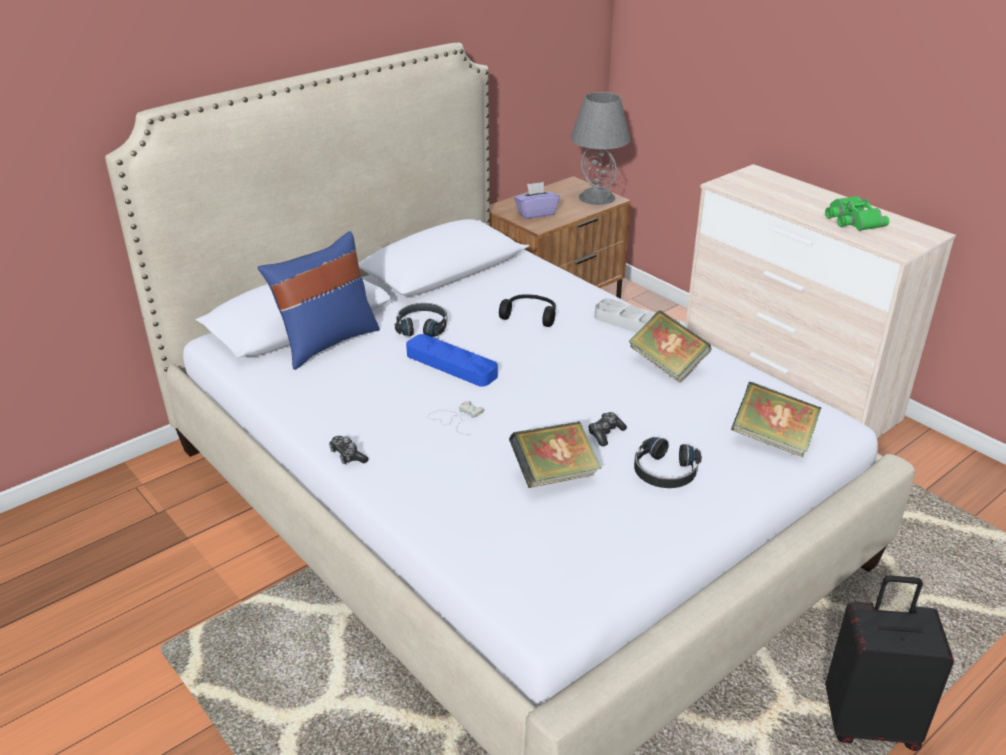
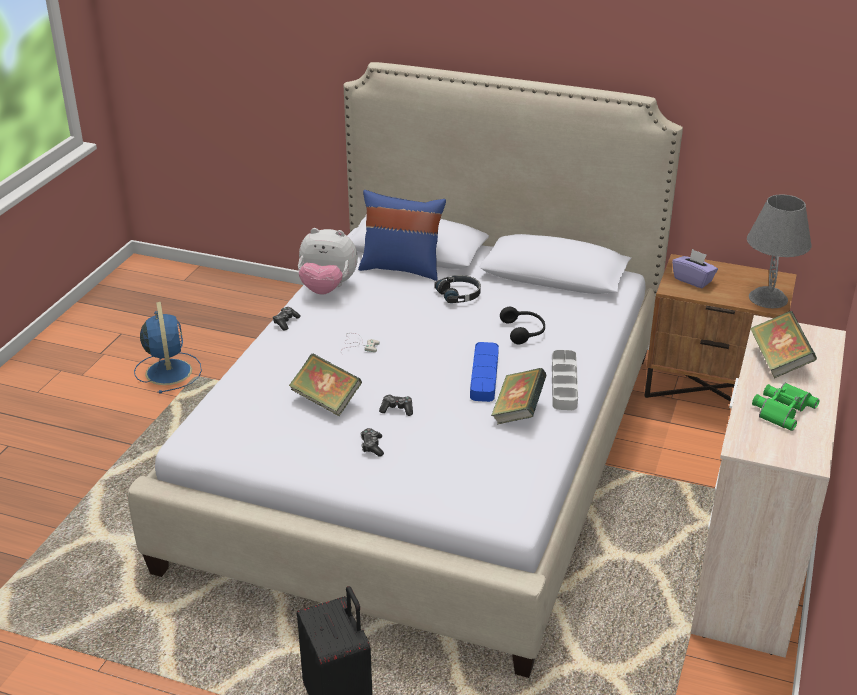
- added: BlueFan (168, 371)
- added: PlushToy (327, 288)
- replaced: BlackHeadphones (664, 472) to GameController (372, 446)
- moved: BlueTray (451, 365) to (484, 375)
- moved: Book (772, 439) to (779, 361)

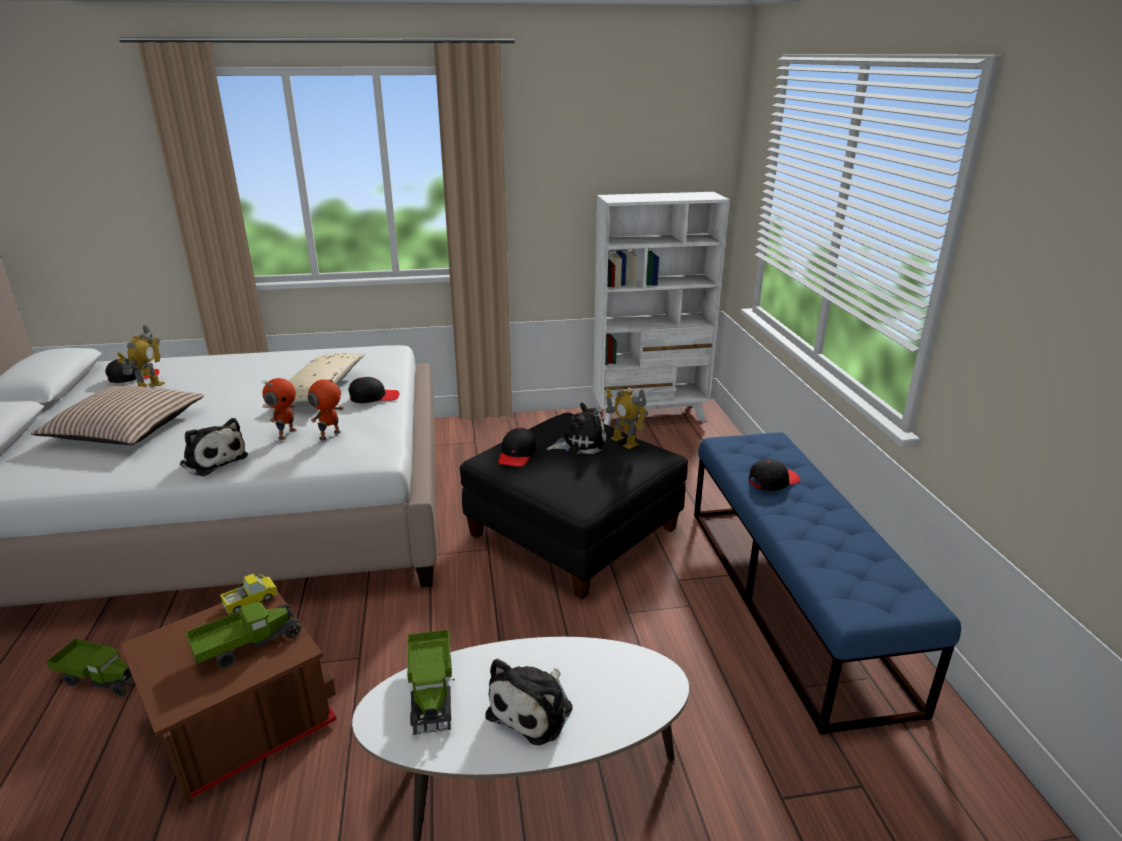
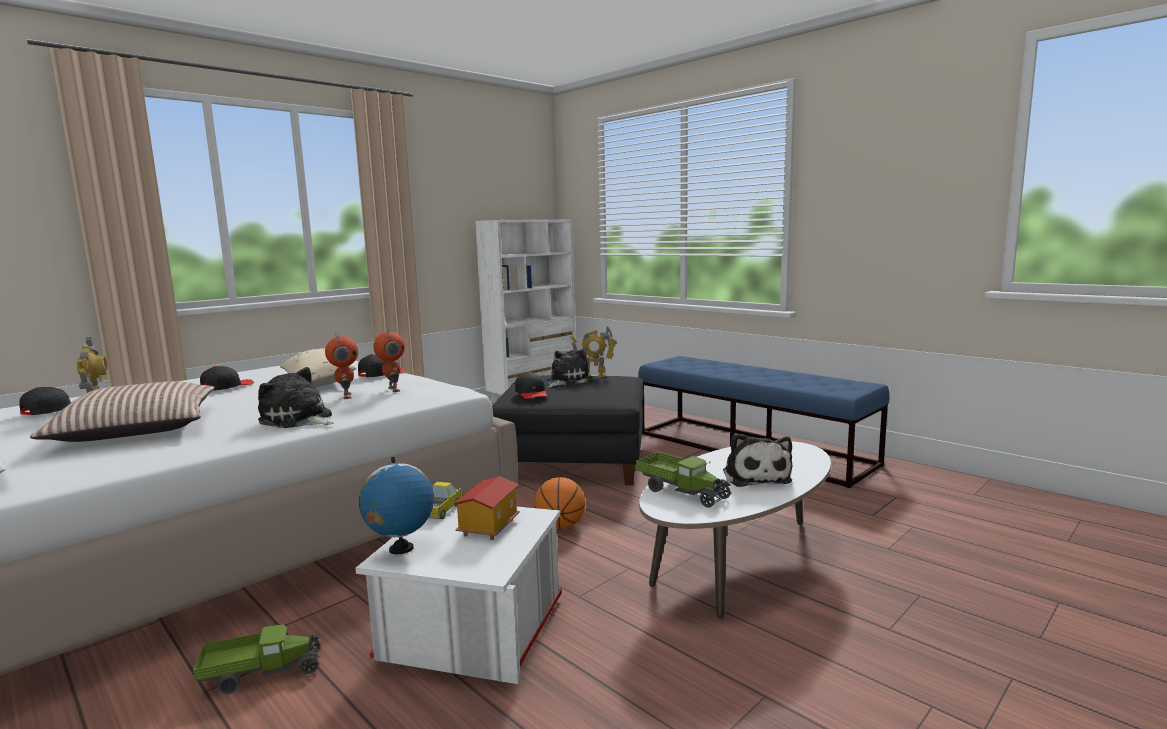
- moved: BlackCap (773, 481) to (227, 387)
- turned: PlushToy (213, 460) = (298, 420) 150 degrees counterclockwise
- recoloured: BrownStorageBox (240, 719) to WhiteStorageBox (470, 631)
- added: Globe (401, 549)
- turned: ToyRobot (330, 435) = (392, 389) 150 degrees clockwise
- replaced: ToyTruck (247, 645) to ToyHouse (488, 527)
- added: Basketball (560, 526)

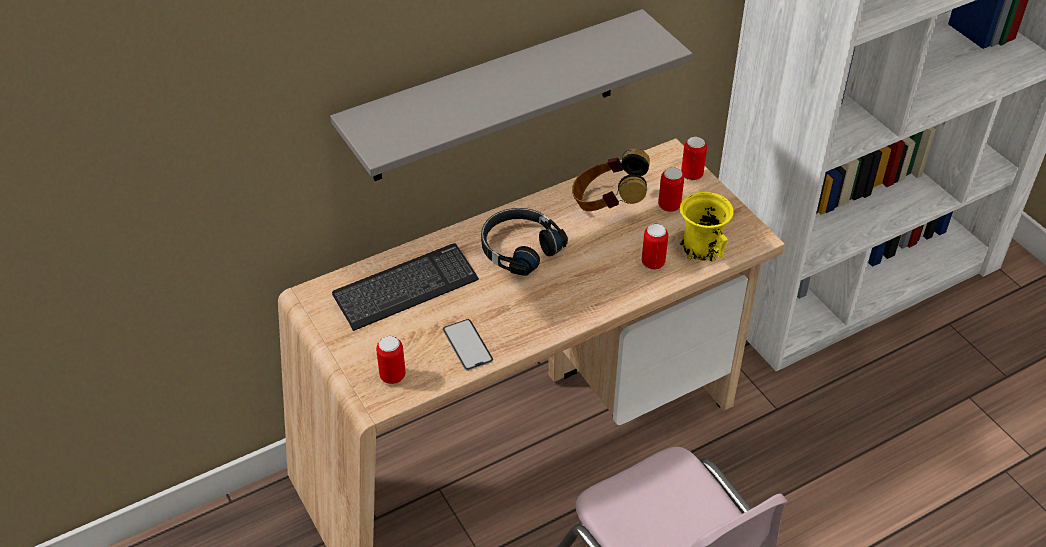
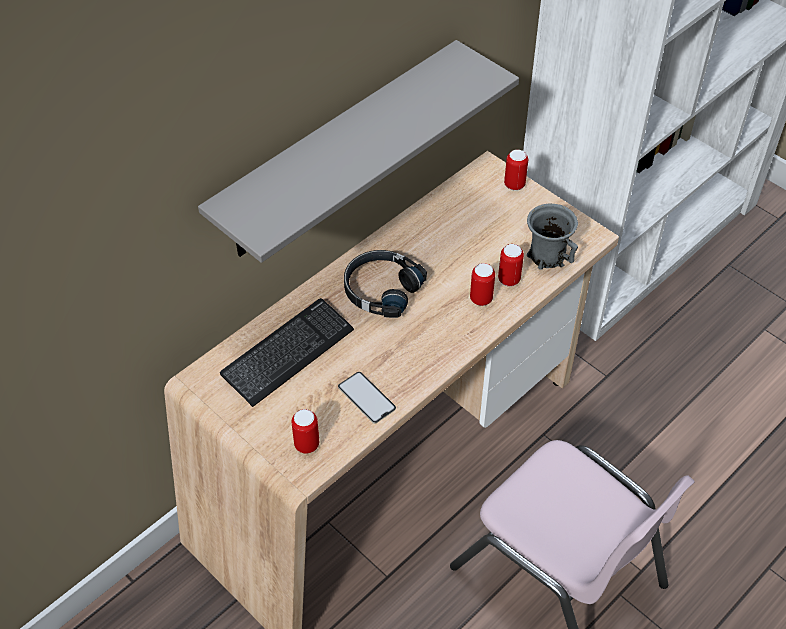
- moved: Can (669, 206) to (481, 299)
- recoloured: YellowMug (701, 248) to GreyMug (547, 255)
- removed: Headphones (608, 203)

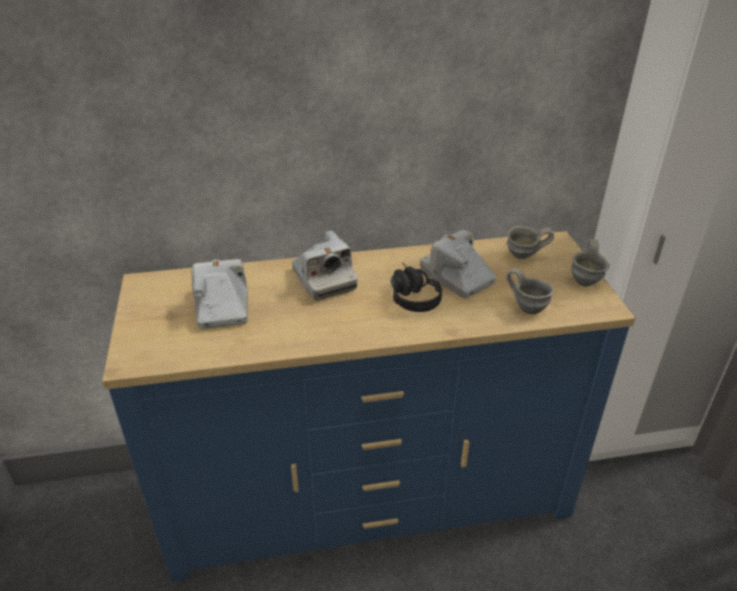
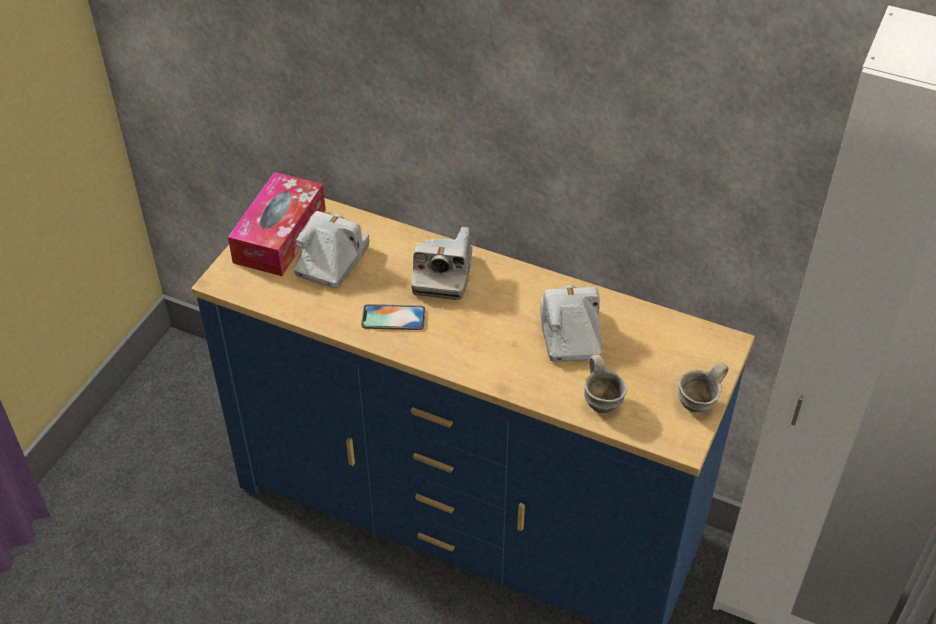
- added: TissueBox (280, 235)
- added: Phone (393, 318)
- removed: BlackHeadphones (410, 295)
- removed: GreyMug (524, 257)

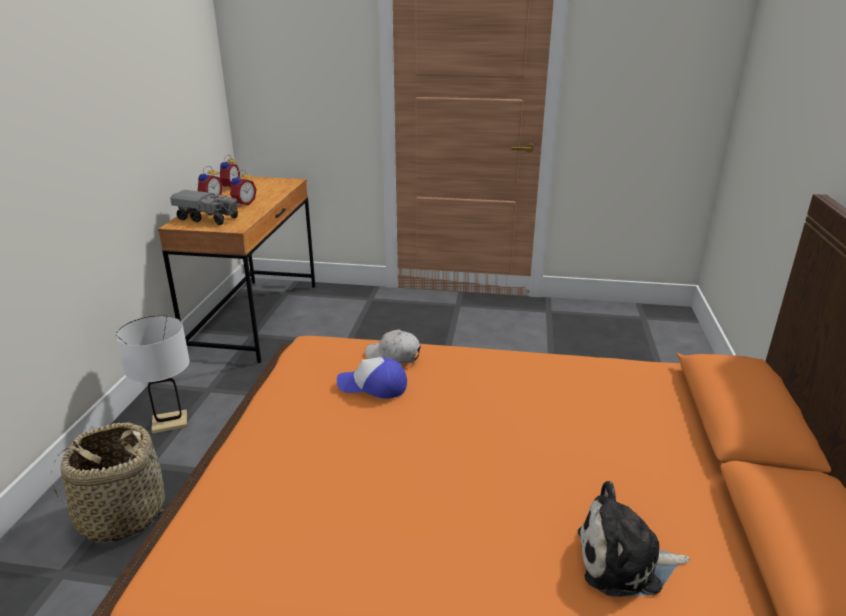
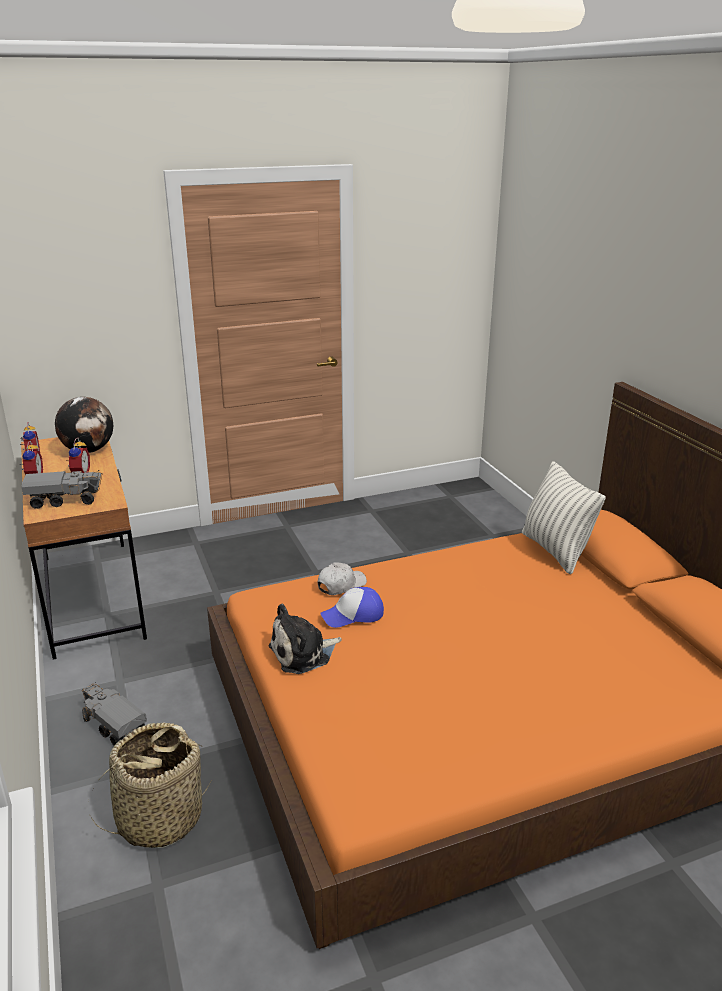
- added: Globe (89, 450)
- replaced: WhiteTableLamp (169, 422) to ToyTruck (113, 725)
- moved: PlushToy (624, 562) to (303, 653)
- turned: WhiteCap (393, 355) = (341, 585) 150 degrees clockwise
- added: Pillow (555, 551)

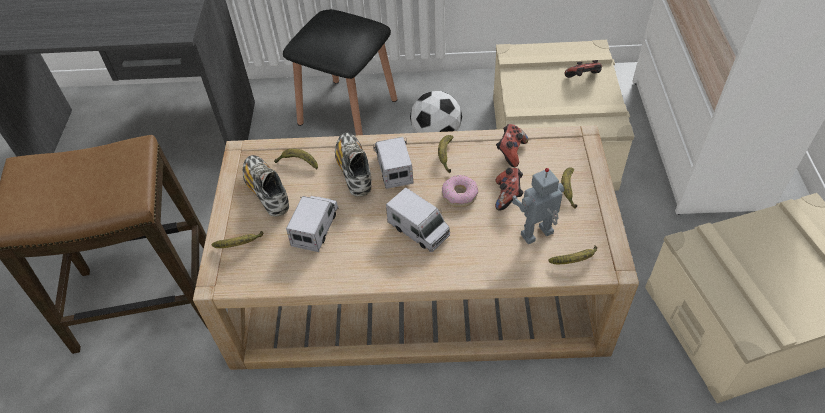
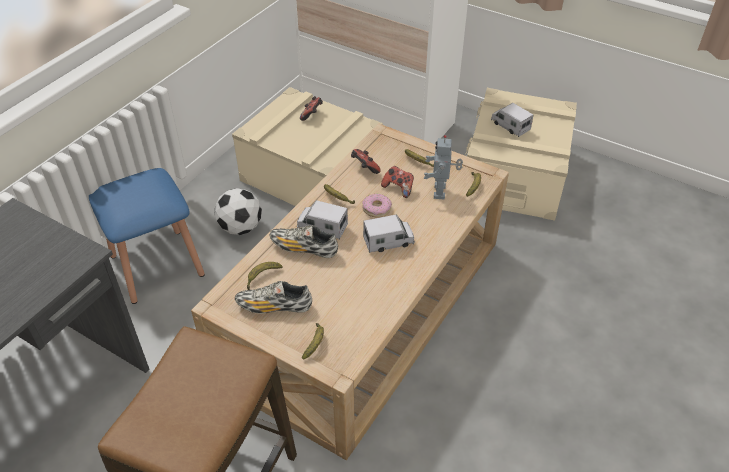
- recoloured: BlackStool (348, 111) to BlueStool (157, 265)
- moved: ToyTruck (316, 228) to (510, 126)

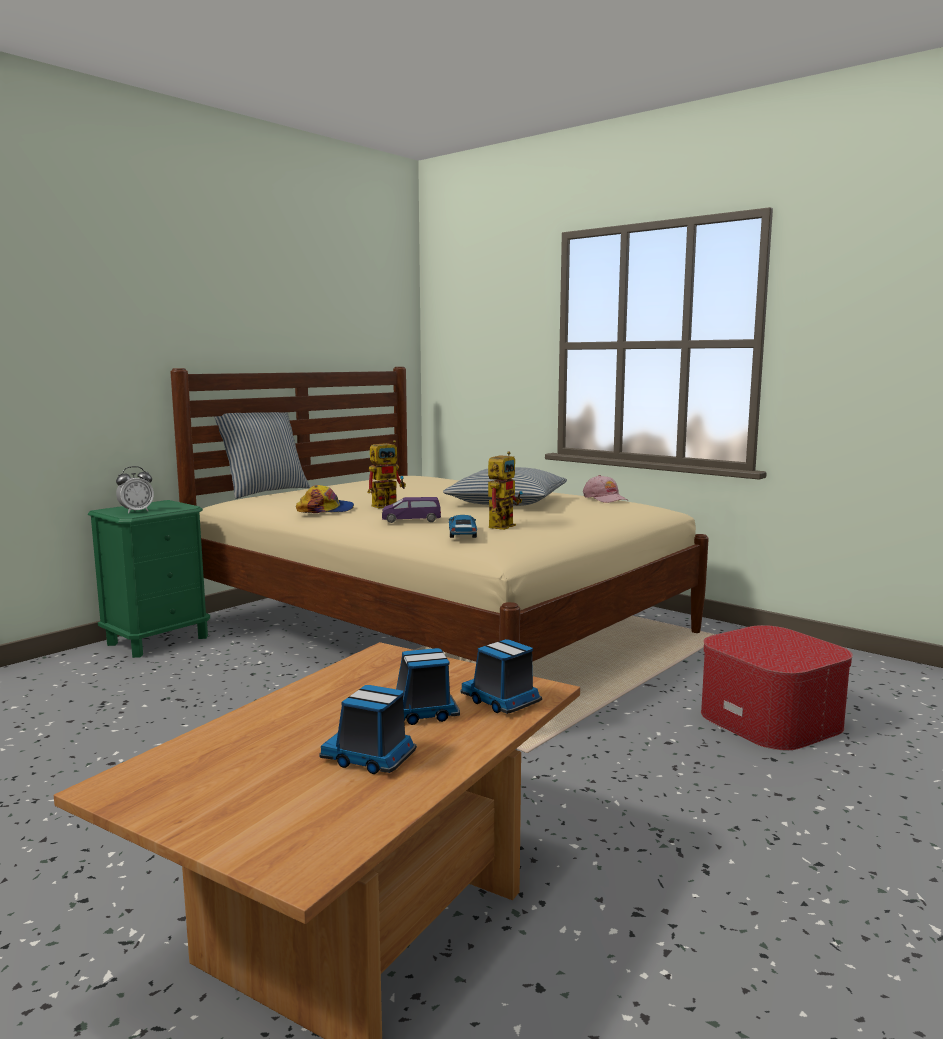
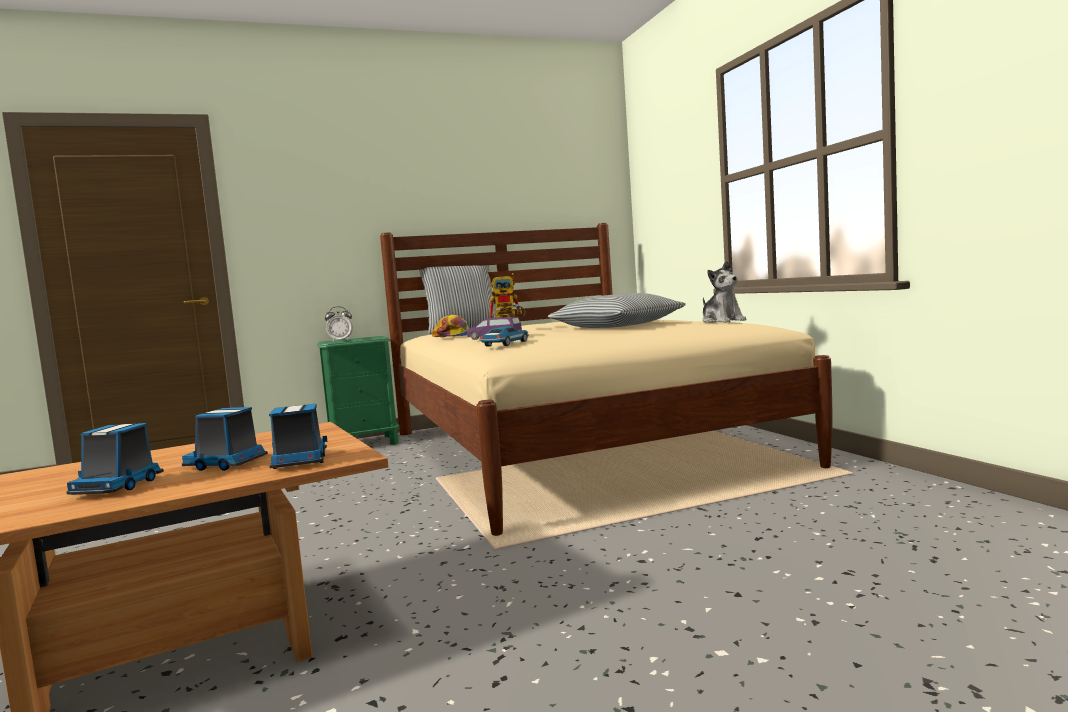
- turned: ToyTruck (370, 758) = (118, 486) 135 degrees counterclockwise
- replaced: PinkCap (605, 499) to PlushToy (722, 321)
- removed: ToyRobot (502, 525)
- removed: Ottoman (771, 719)

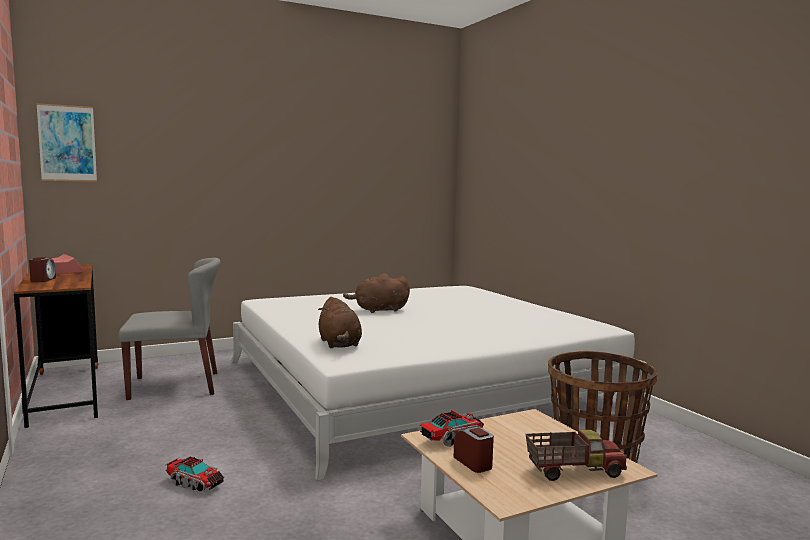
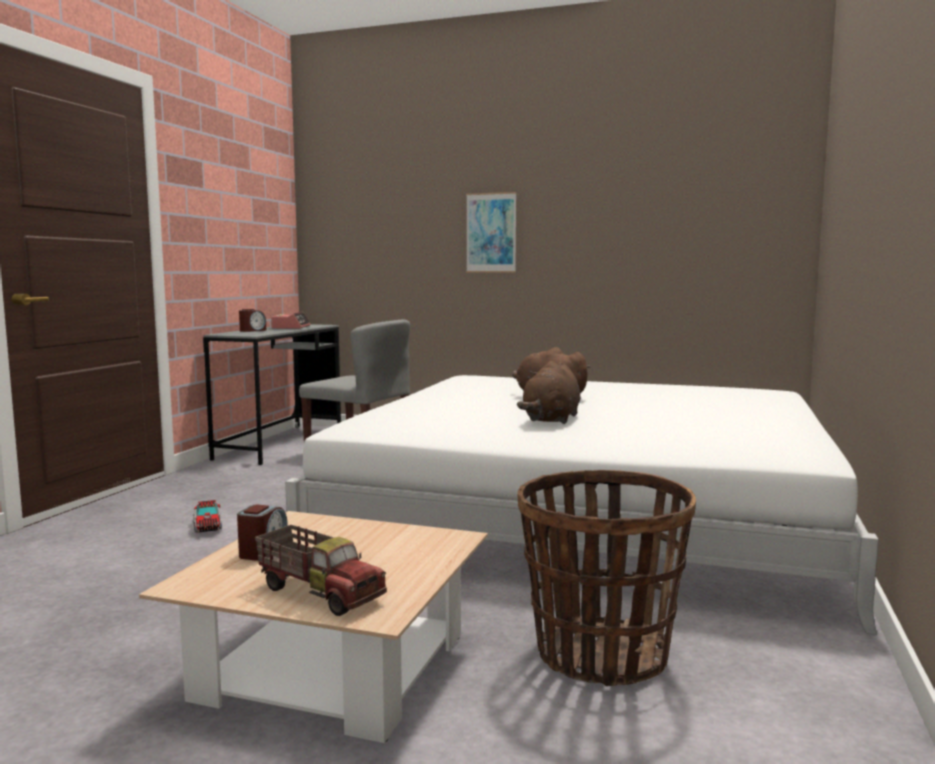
- recoloured: BrownDesk (66, 393) to GreyDesk (281, 444)
- moved: Picture (67, 143) to (491, 233)
- moved: BrownPlushToy (339, 344) to (551, 420)
- removed: ToyTruck (452, 438)

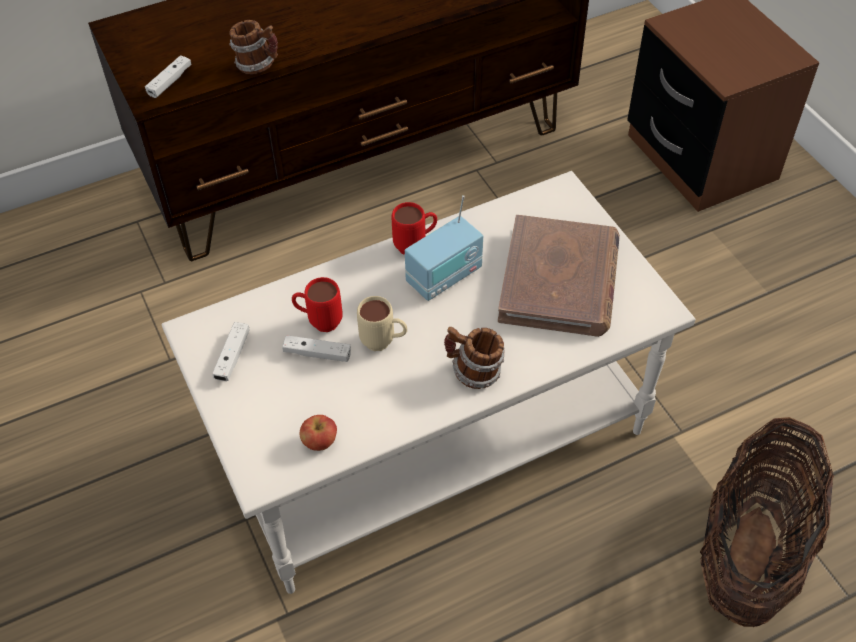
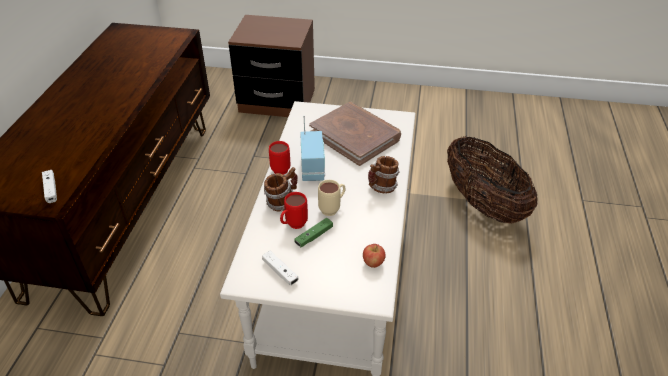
- moved: Mug (258, 65) to (282, 202)
- recoloured: WhiteGameController (317, 353) to GreenGameController (314, 236)

